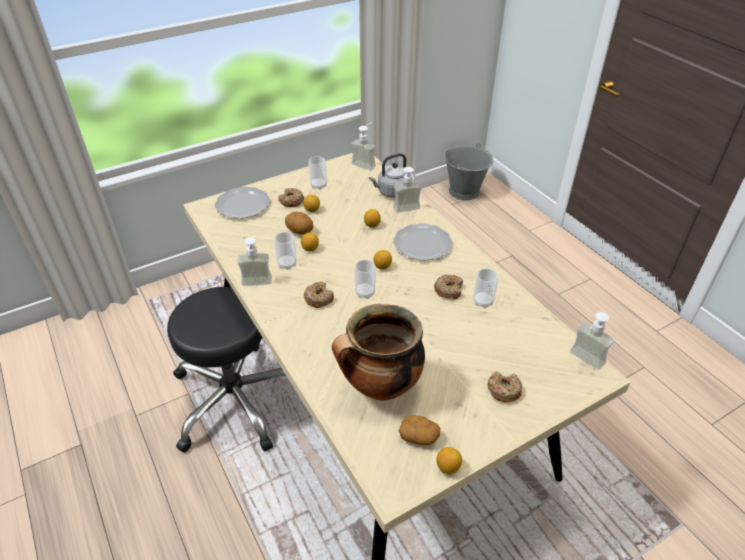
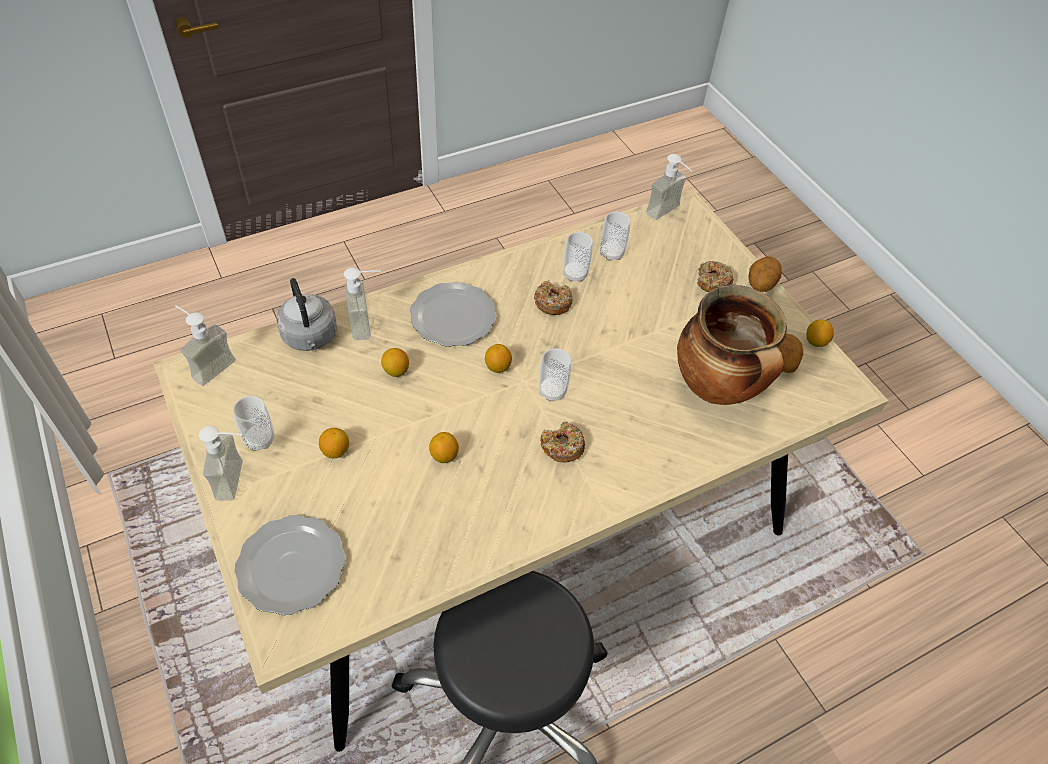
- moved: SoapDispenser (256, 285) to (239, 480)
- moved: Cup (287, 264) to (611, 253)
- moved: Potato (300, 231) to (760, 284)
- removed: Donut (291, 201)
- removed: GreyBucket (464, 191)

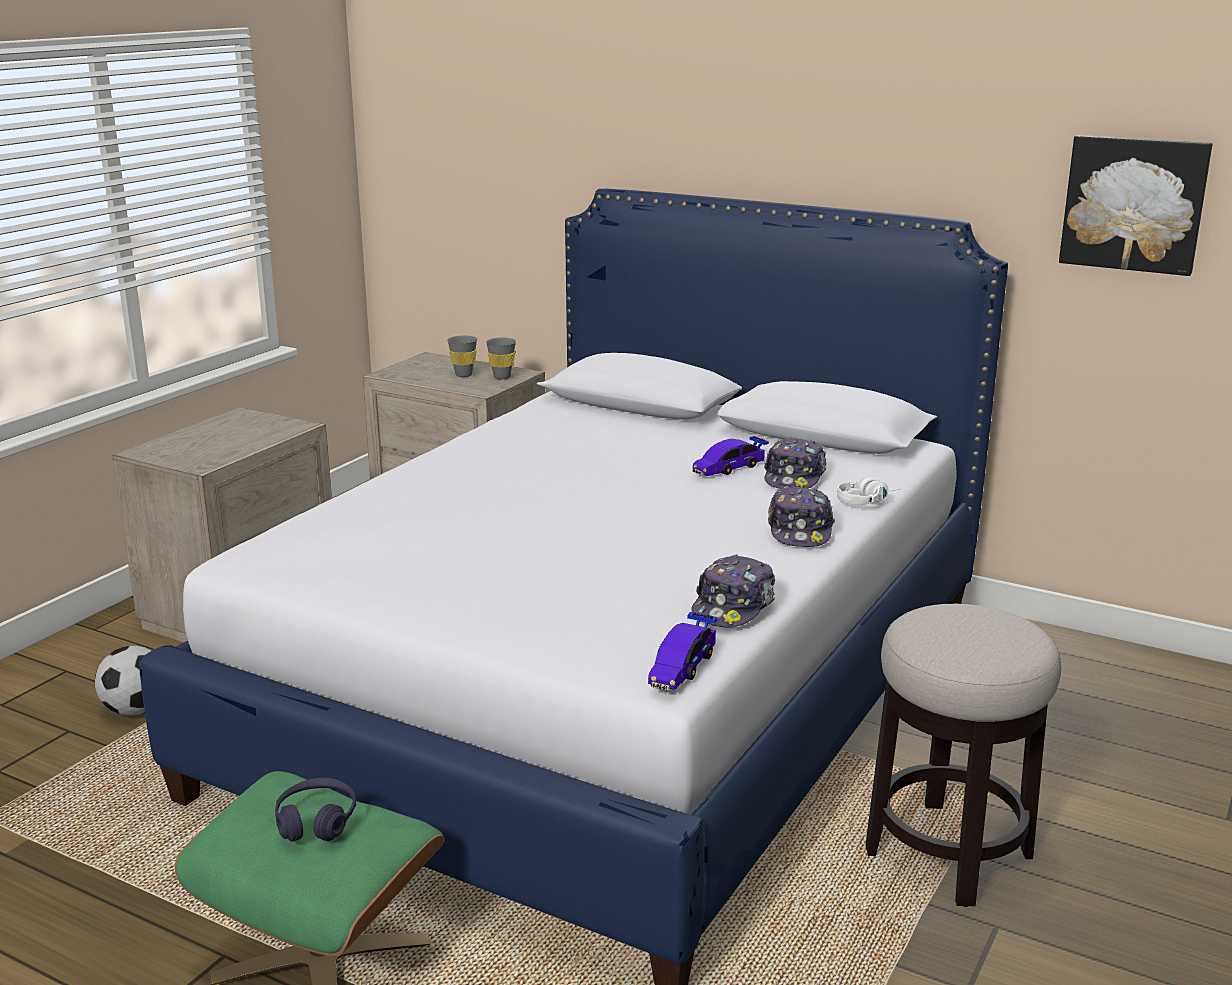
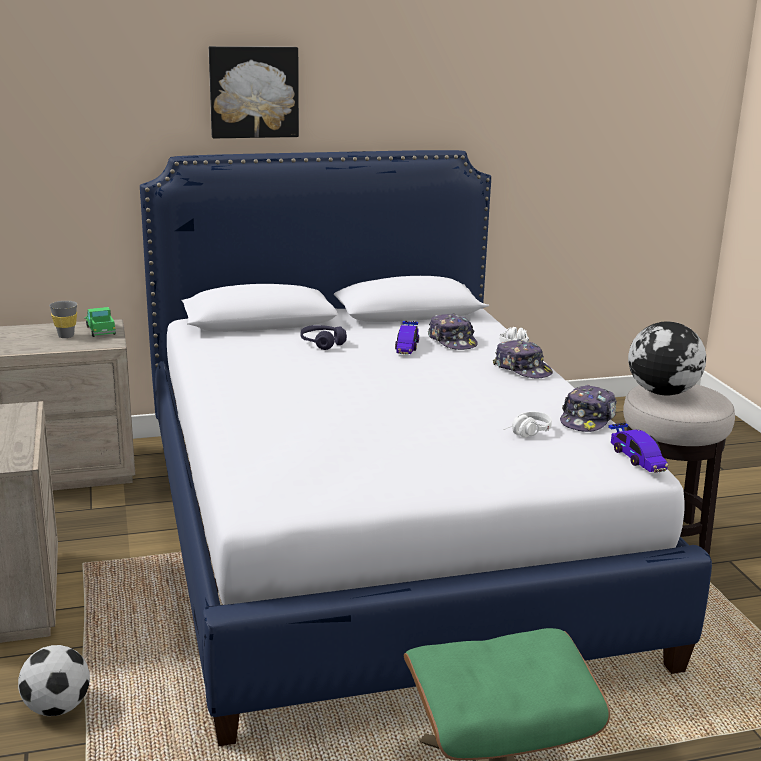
- replaced: GreyCup (502, 377) to ToyTruck (101, 330)
- moved: Picture (1134, 204) to (253, 92)
- moved: PurpleHeadphones (316, 821) to (322, 343)
- added: WhiteHeadphones (526, 433)
- turned: Cap (734, 607) = (587, 419) 45 degrees clockwise
- added: Globe (662, 393)

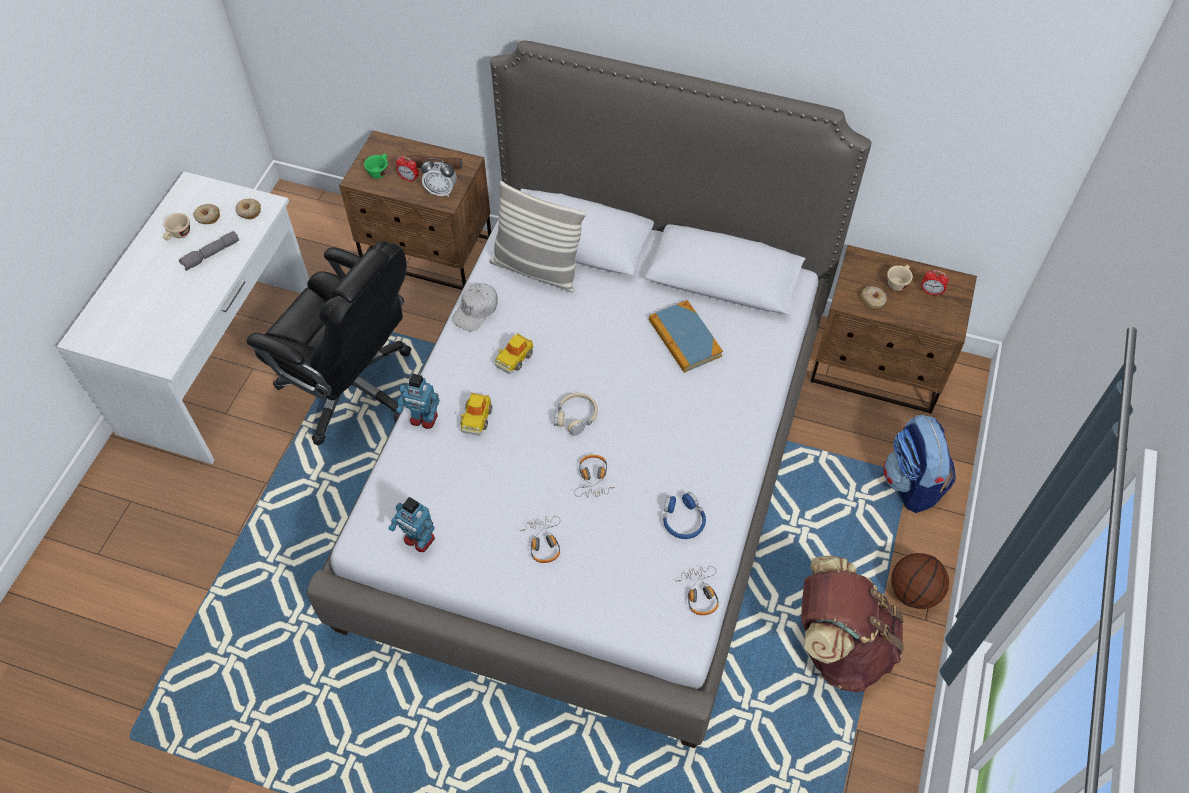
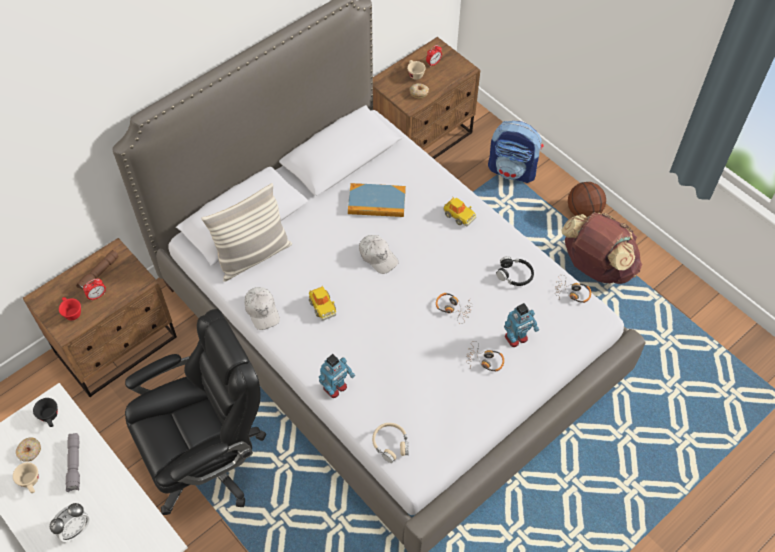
- replaced: Donut (249, 212) to BlackCup (50, 417)
- moved: AlarmClock (441, 191) to (75, 529)
- recoloured: GreenCup (379, 171) to RedCup (71, 312)
- added: WhiteCap (378, 256)
- moved: BeigeHeadphones (576, 417) to (391, 444)
- moved: ToyCar (476, 418) to (459, 215)
- recoloured: BlueHeadphones (683, 520) to BlackHeadphones (515, 275)
- moved: ToyRobot (418, 540) to (516, 338)

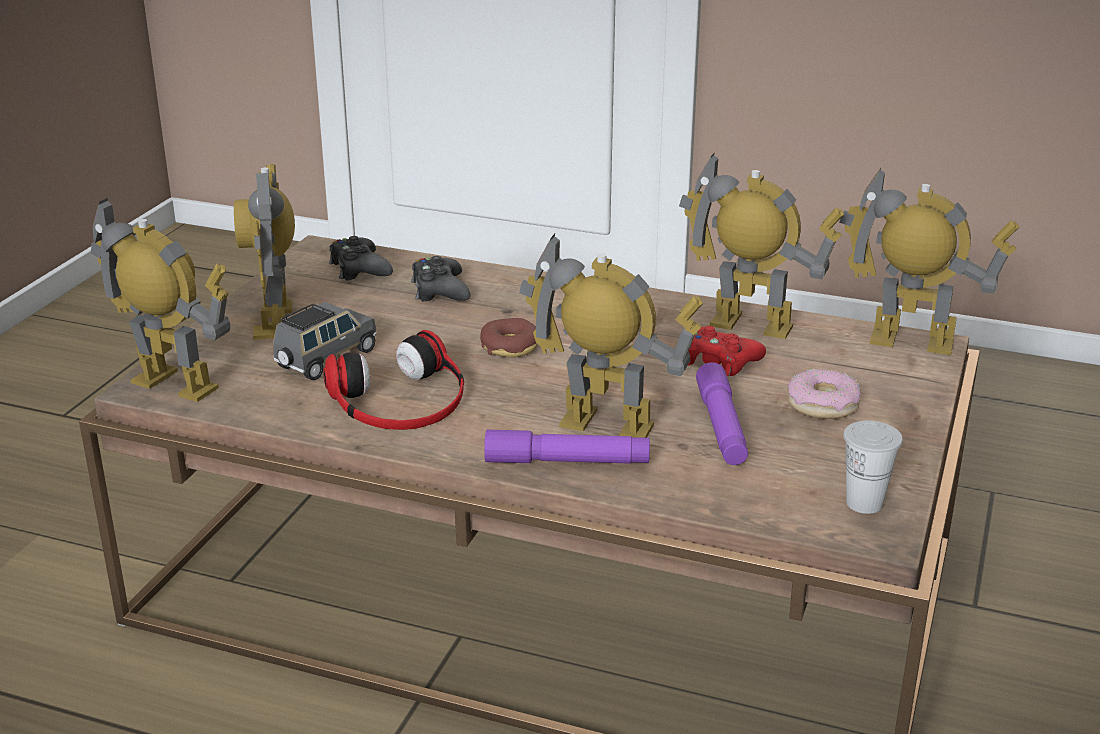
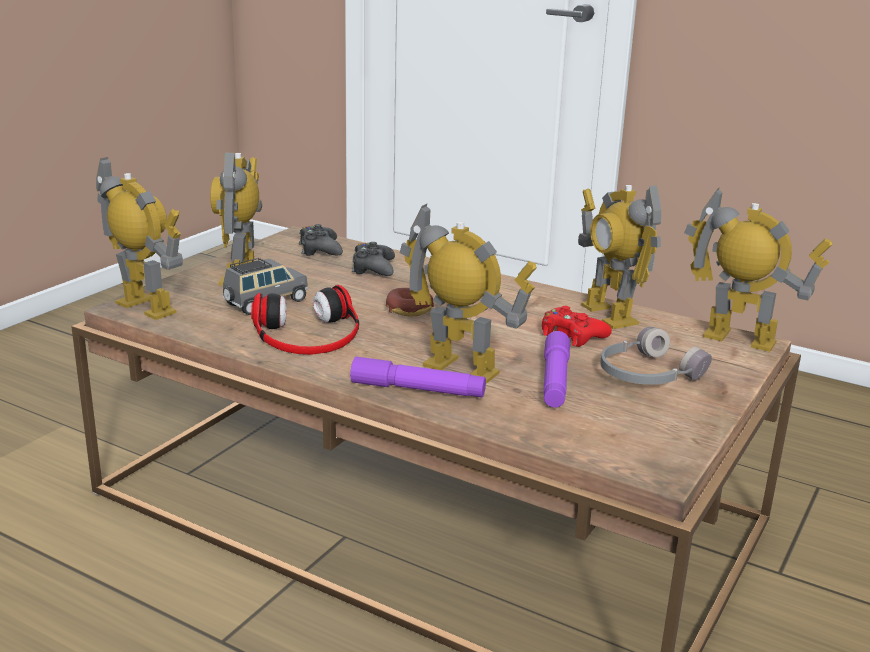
- turned: ToyRobot (751, 325) = (608, 315) 150 degrees counterclockwise
- replaced: Donut (823, 404) to GreyHeadphones (646, 374)
- removed: WhiteCup (864, 503)

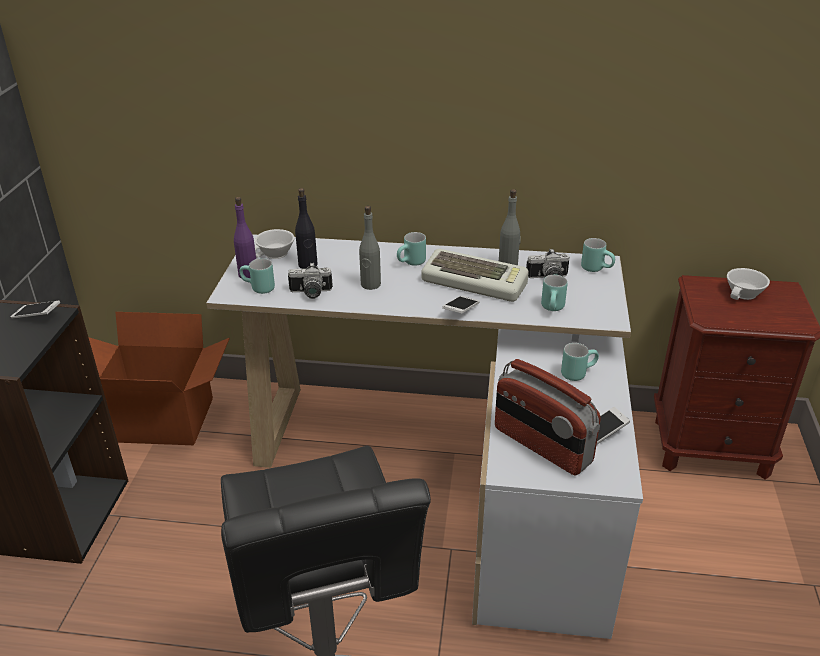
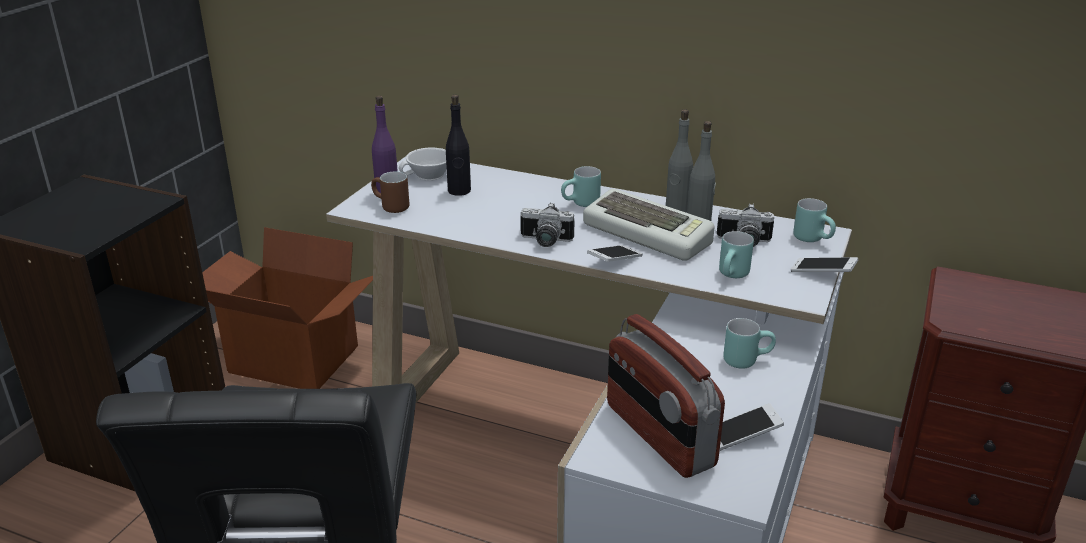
- recoloured: TurquoiseMug (257, 289) to BrownMug (389, 207)
- moved: PhotoCamera (310, 293) to (545, 241)
- moved: GreyBottle (370, 284) to (677, 209)
- moved: Phone (37, 316) to (822, 273)
- removed: WhiteCup (745, 294)

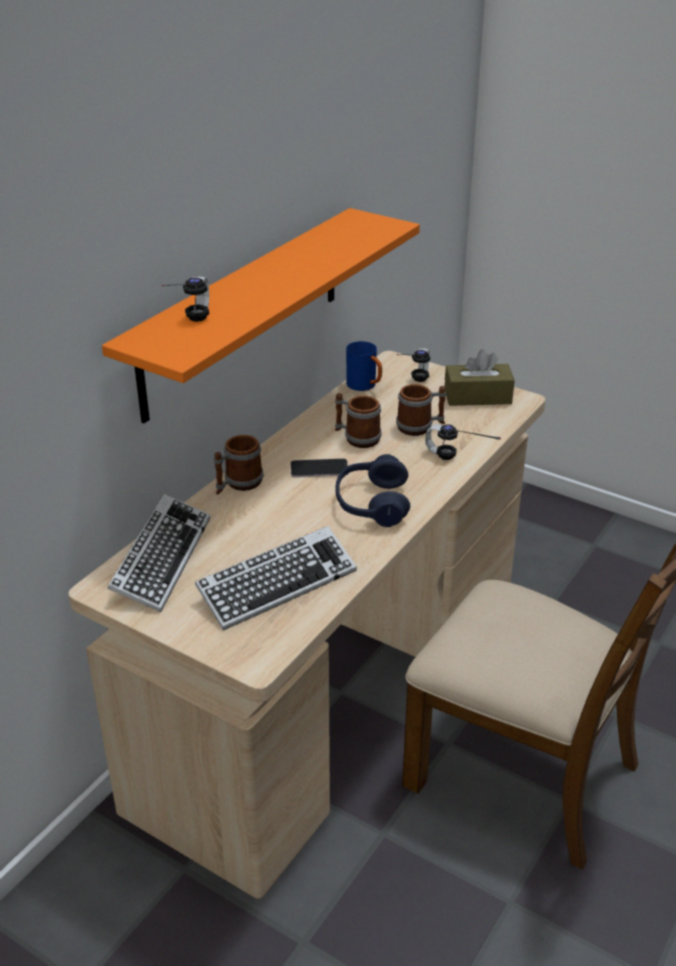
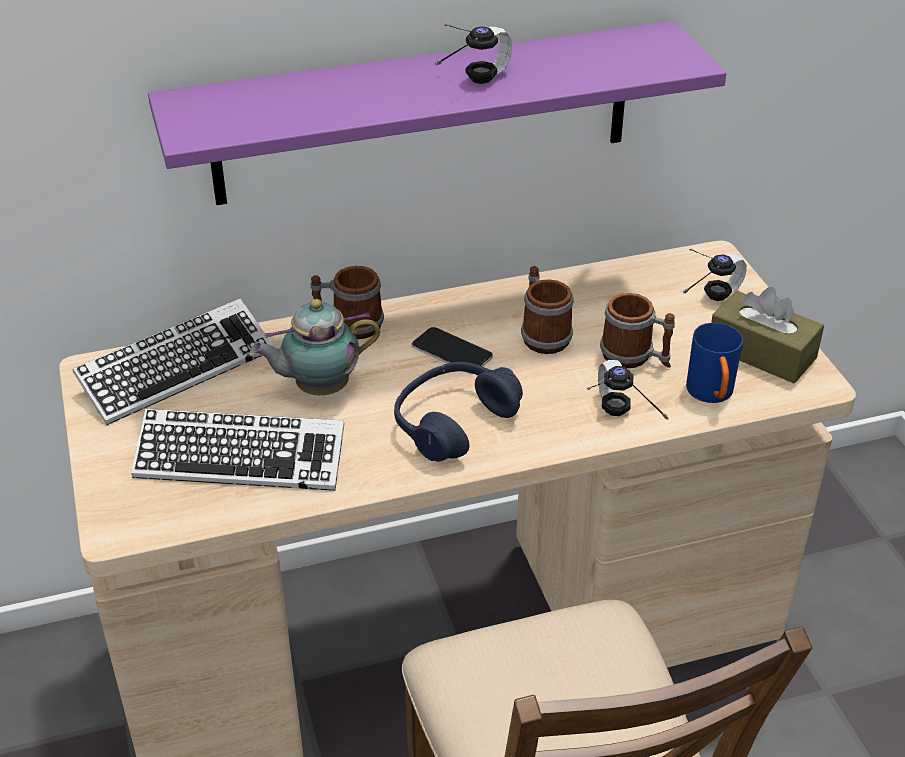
- recoloured: OrangeShelf (243, 311) to PurpleShelf (424, 114)
- added: Teapot (318, 388)
- moved: Headphones (186, 325) to (459, 82)
- moved: BlueMug (365, 386) to (712, 395)

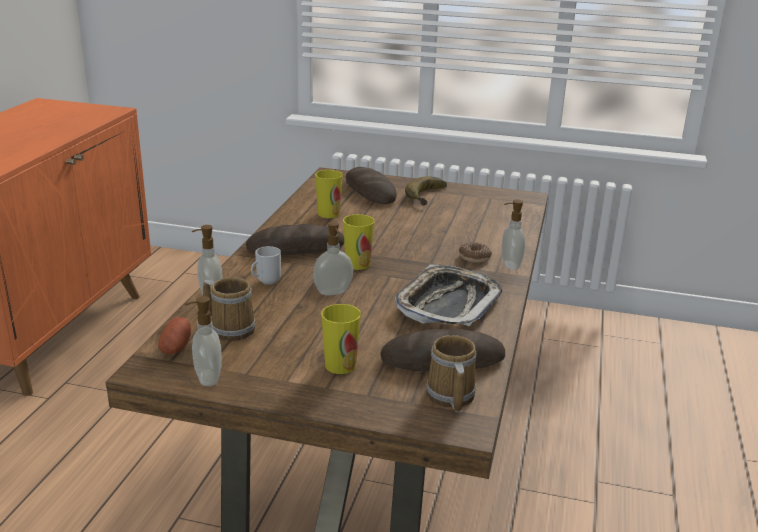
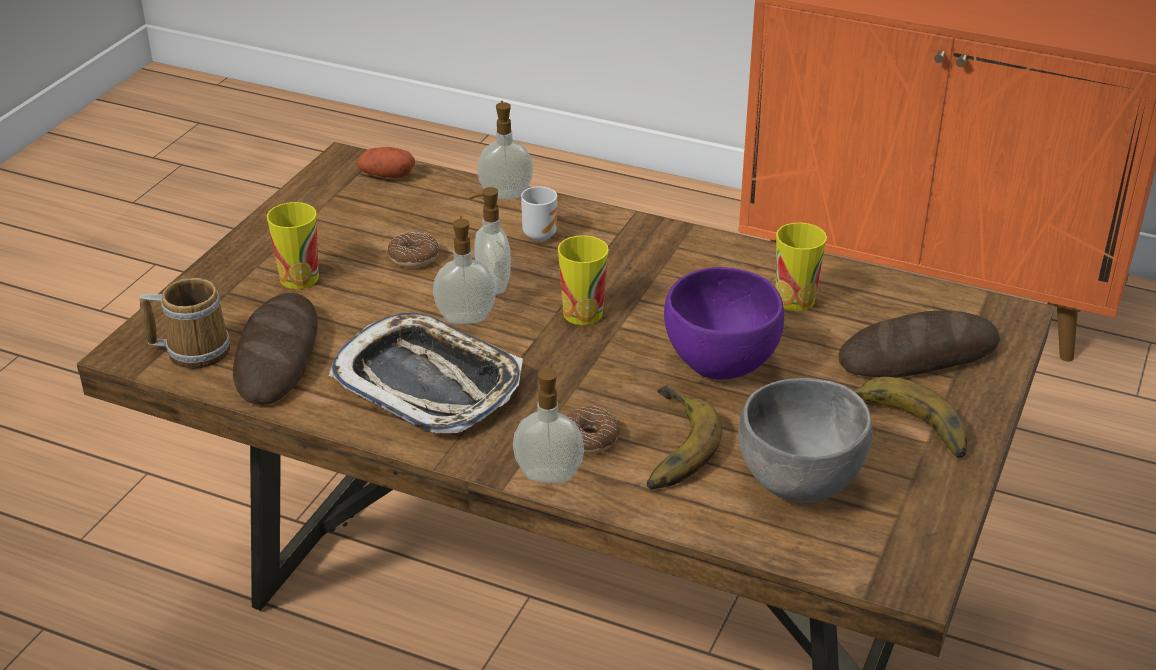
- added: Donut (413, 257)
- moved: SoapDispenser (207, 378) to (465, 317)
- added: Banana (665, 446)
- added: PurpleBowl (720, 364)
- added: GreyBowl (799, 482)
- removed: Mug (231, 328)
- removed: Bread (295, 247)

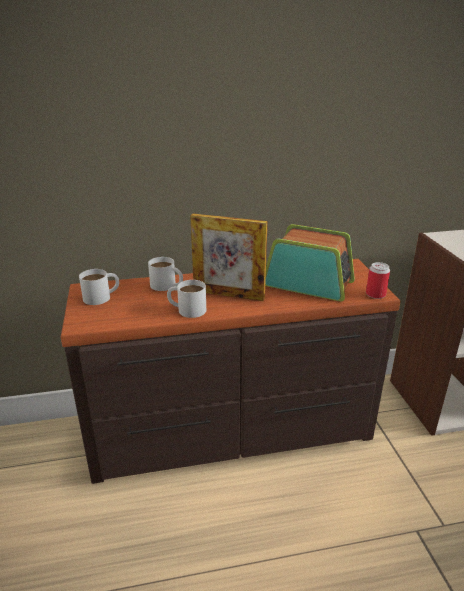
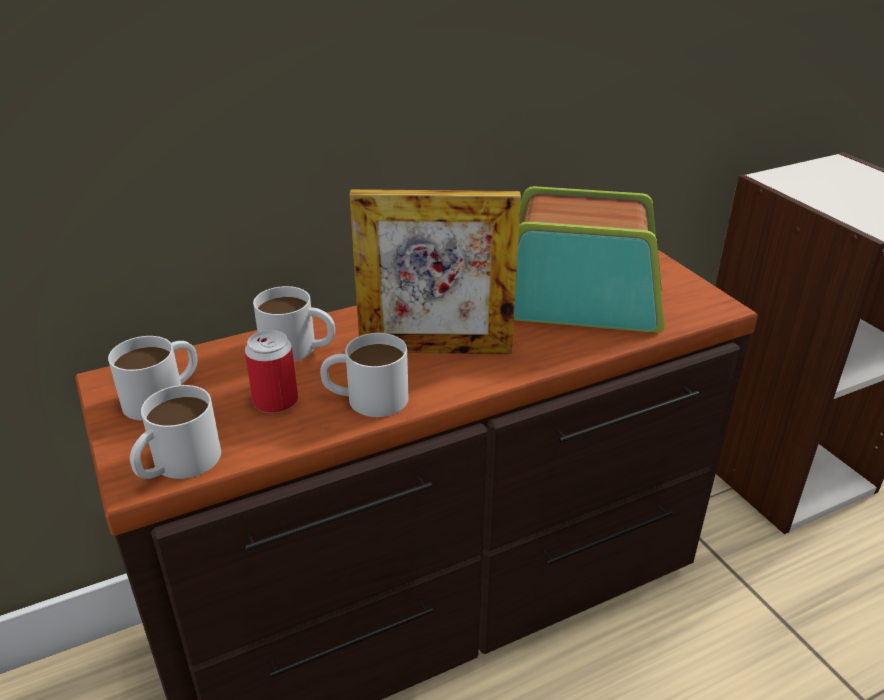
- added: WhiteMug (177, 464)
- moved: Can (375, 294) to (275, 401)

